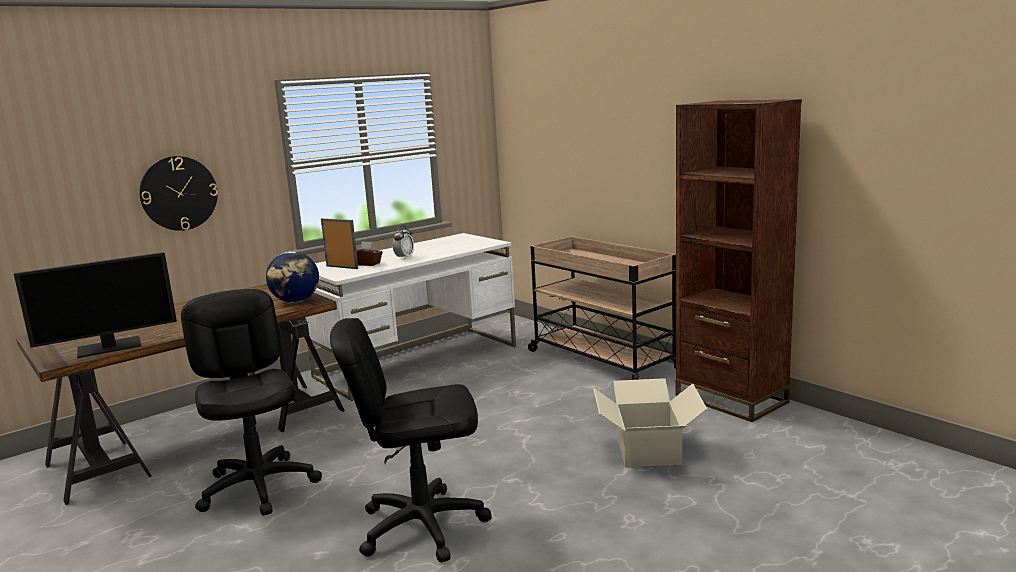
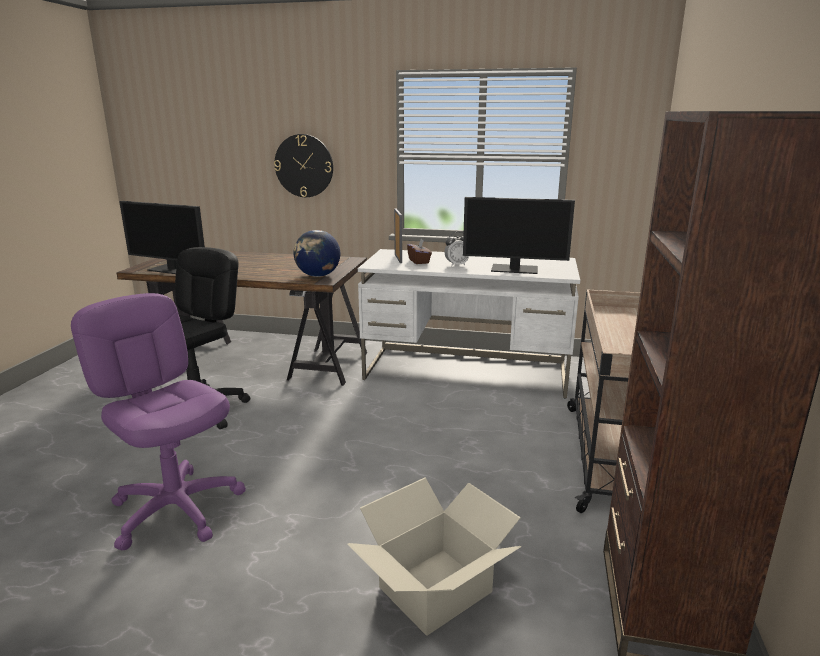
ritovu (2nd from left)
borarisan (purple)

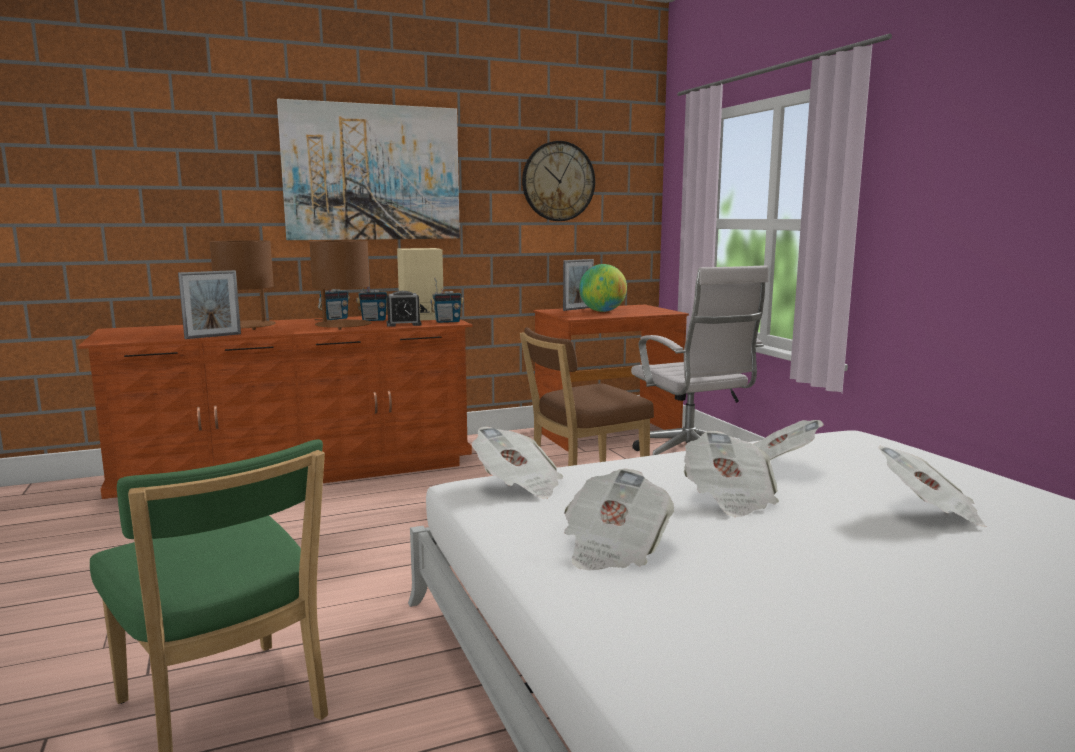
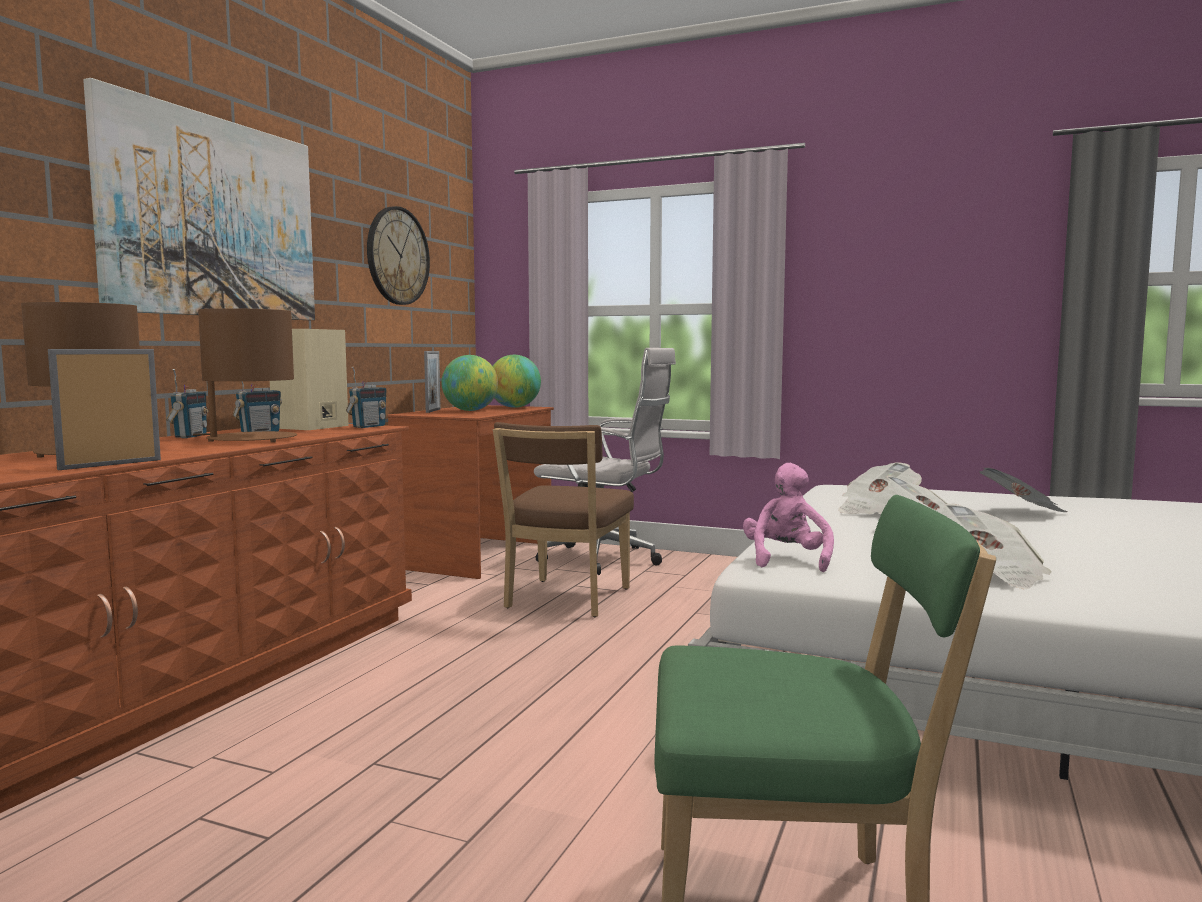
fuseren
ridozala (2nd from left)
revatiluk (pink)
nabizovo (1st from left)

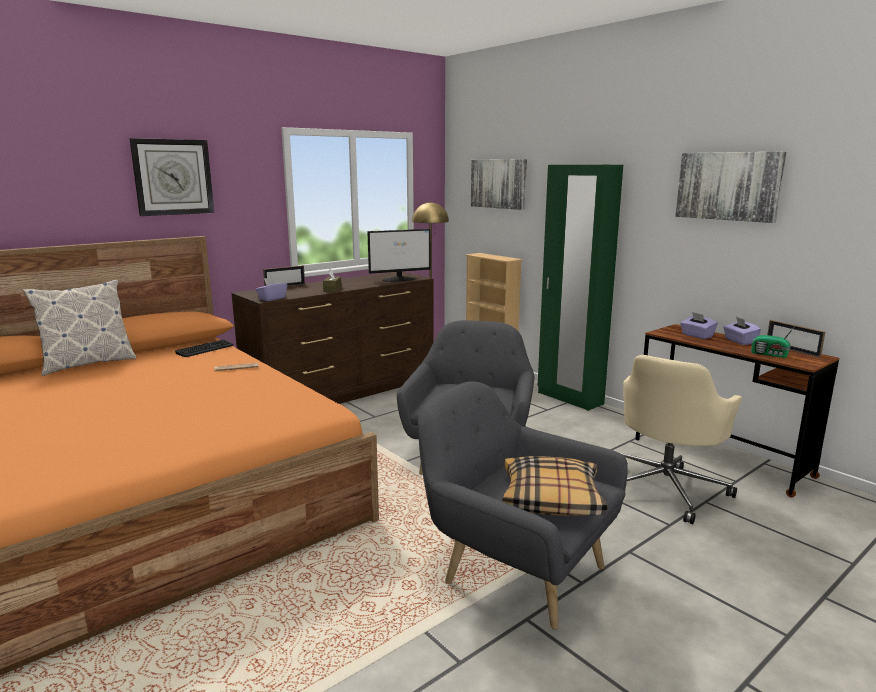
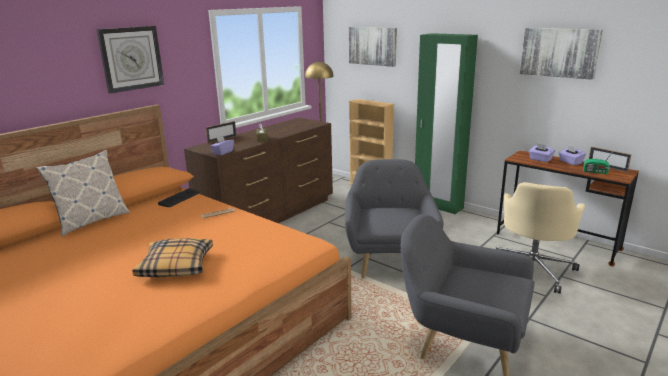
ritovu
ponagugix (2nd from left)

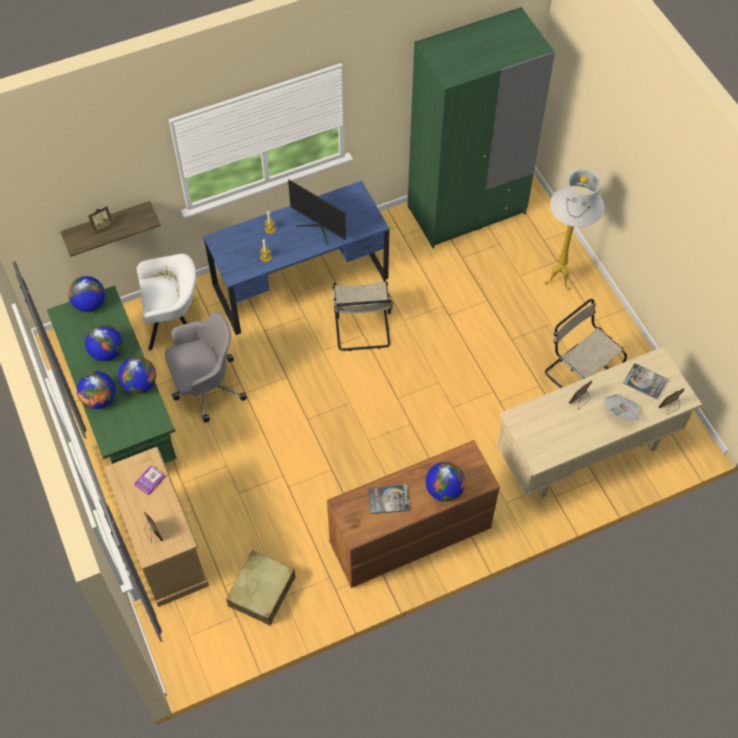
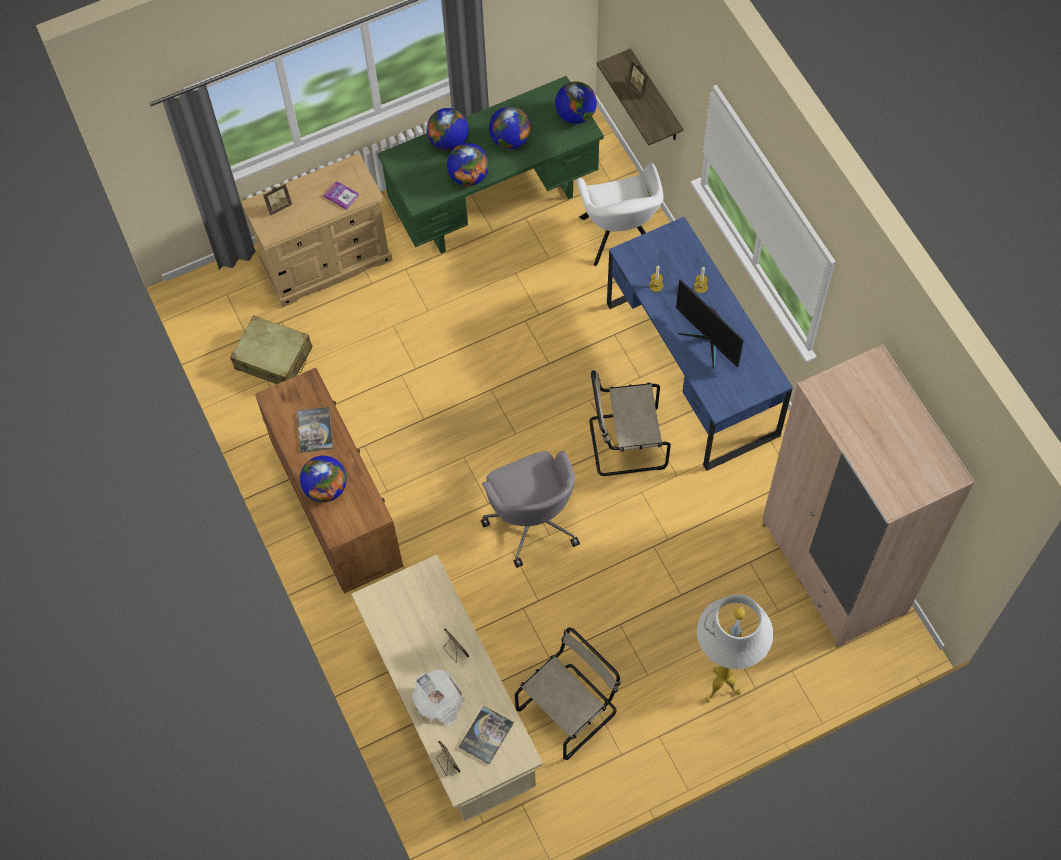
borarisan (grey)
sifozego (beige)
ritovu

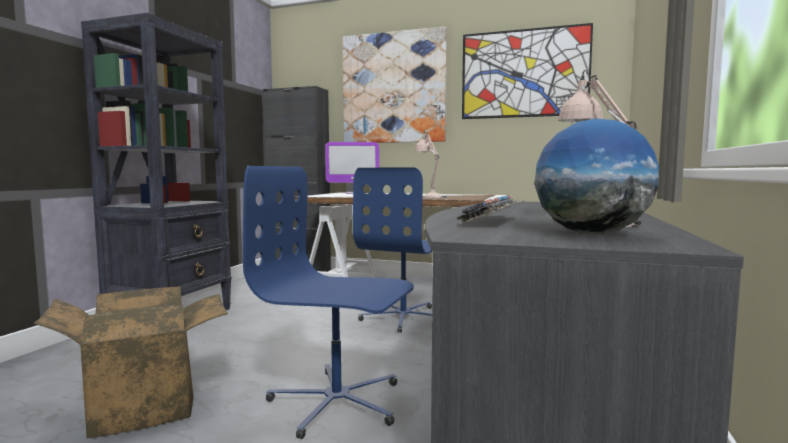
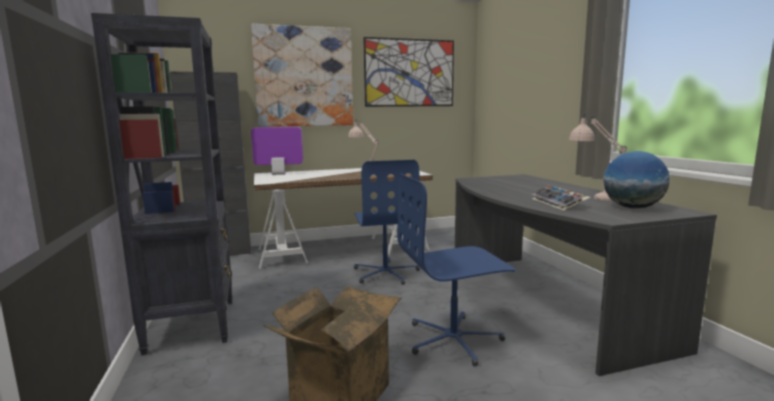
ritovu

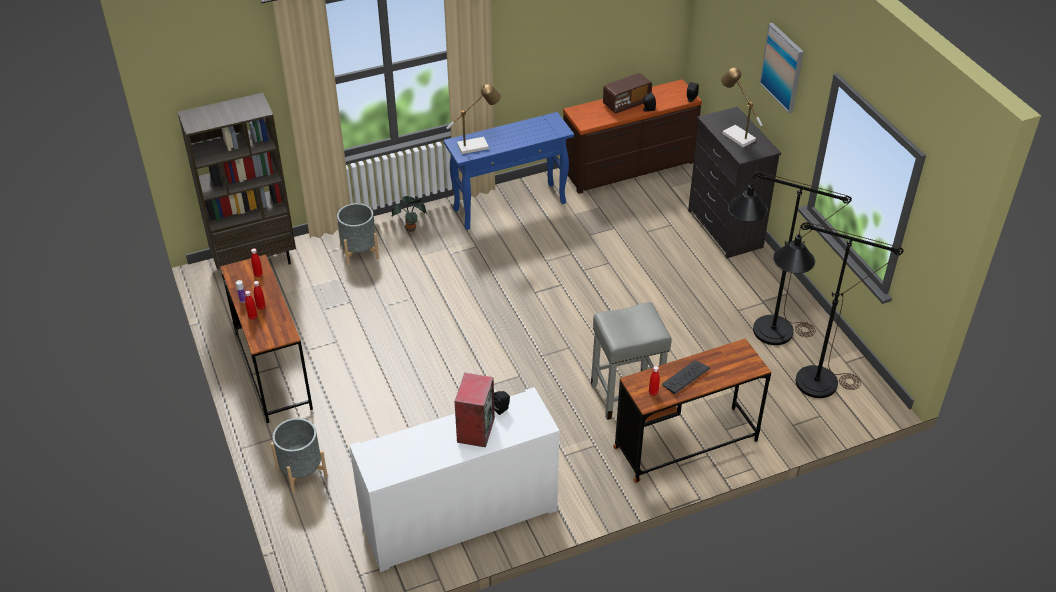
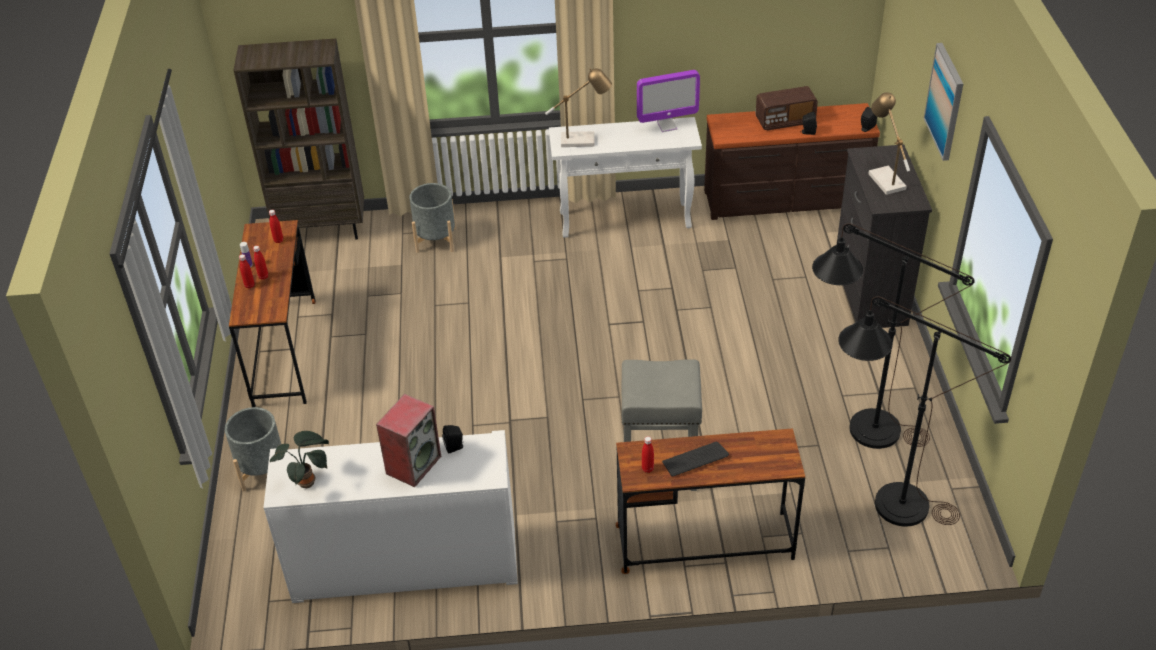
ritovu
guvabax
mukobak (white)

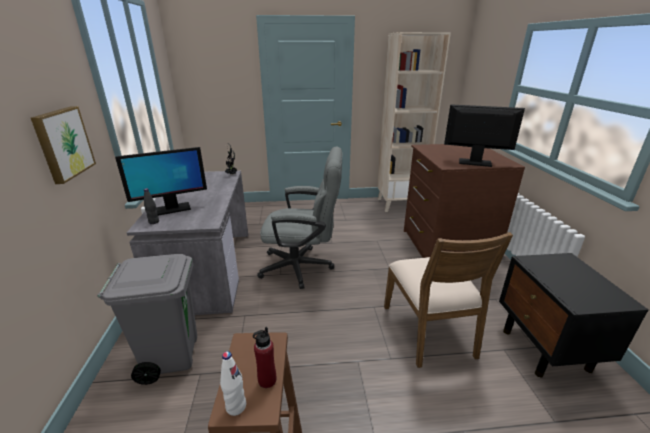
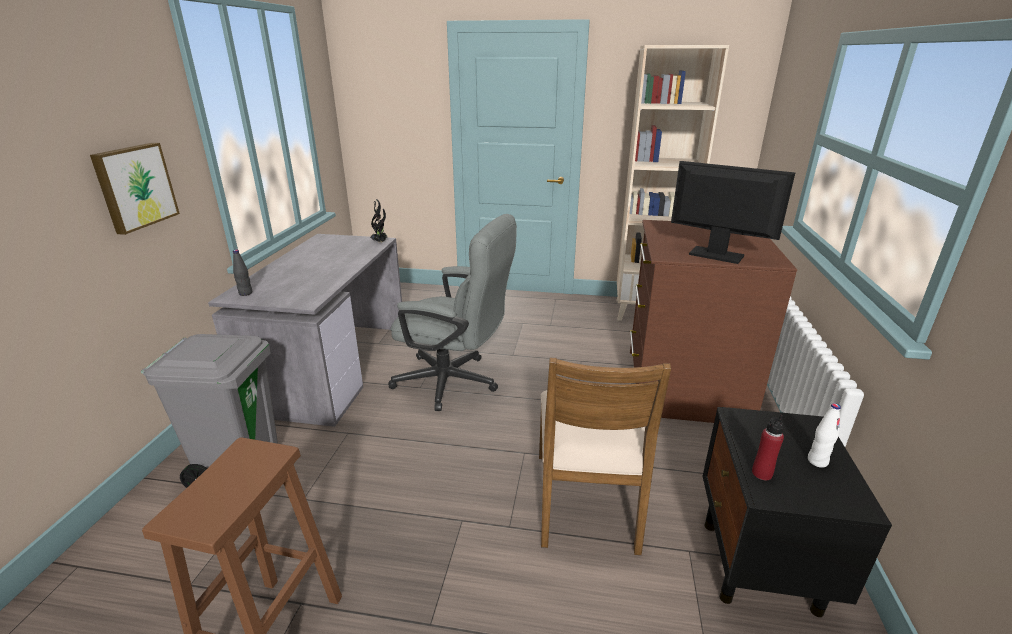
ritovu (1st from left in the first image)
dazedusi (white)
dazedusi (red)

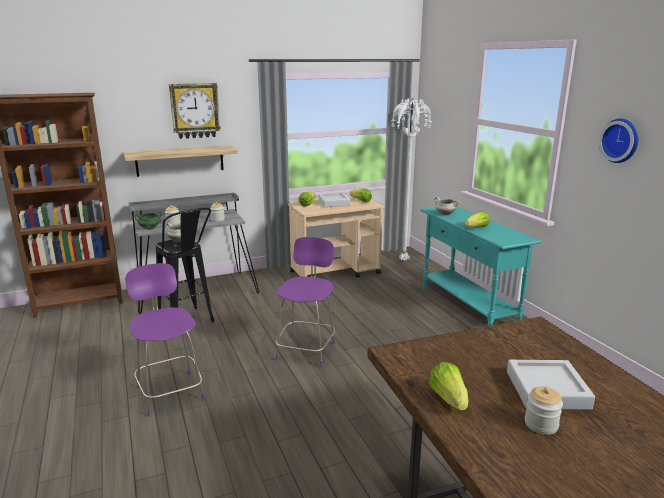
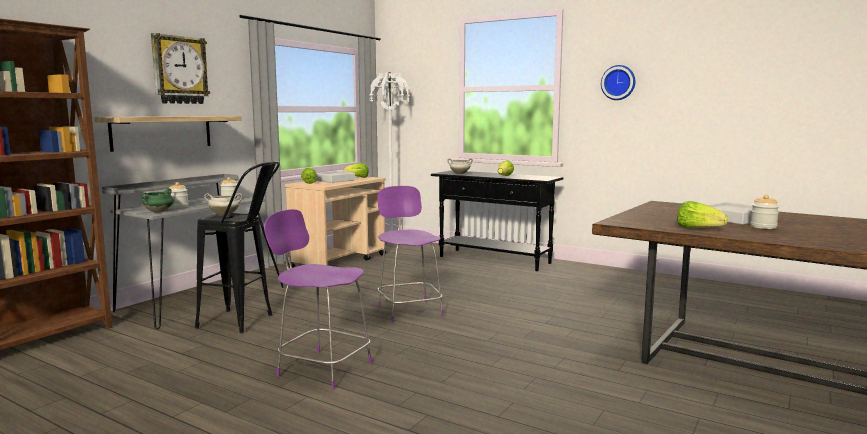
mukobak (black)

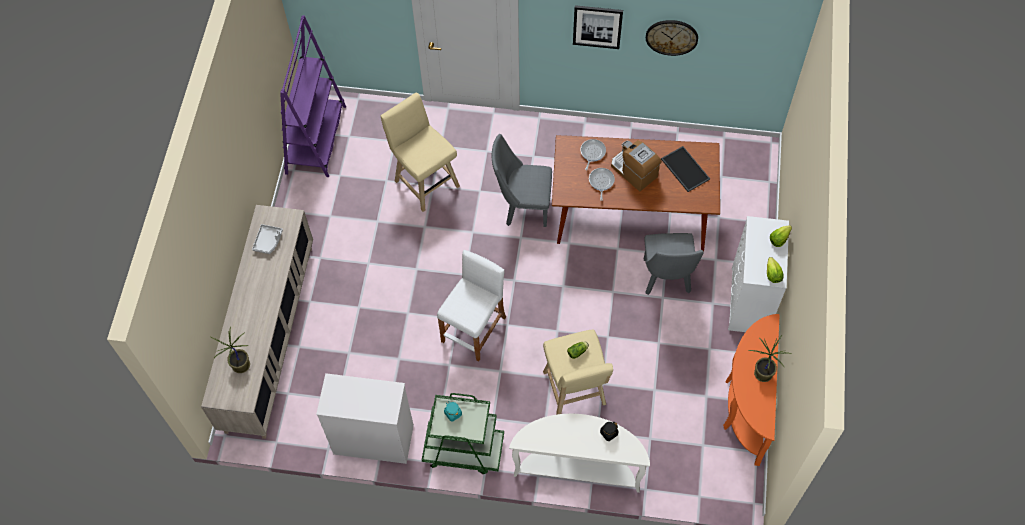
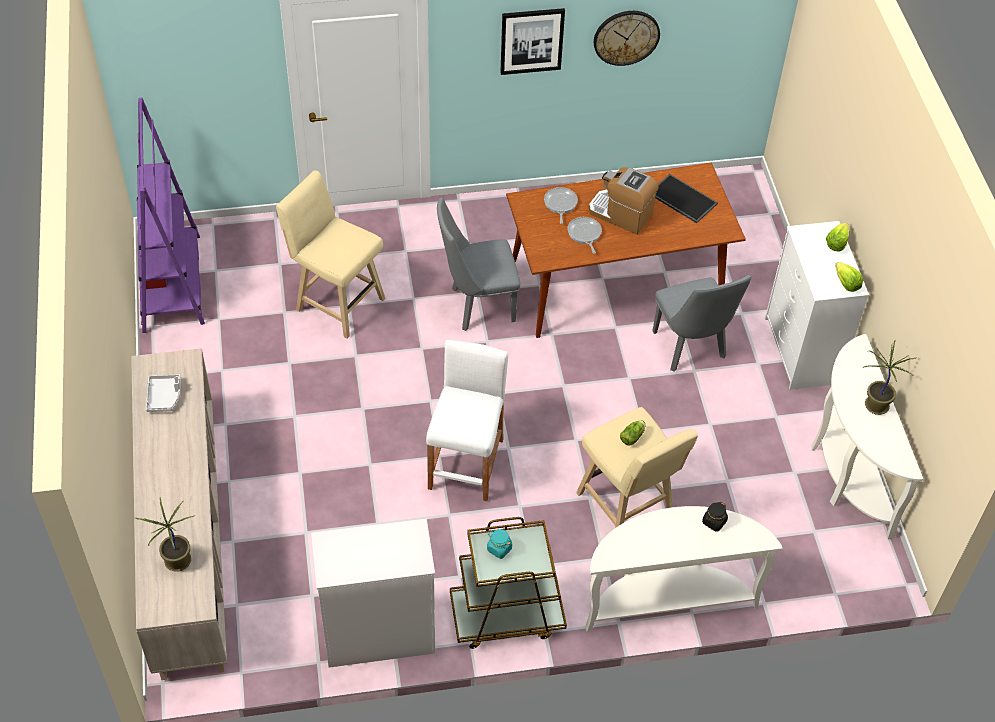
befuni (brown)
mukobak (white) (2nd from left)

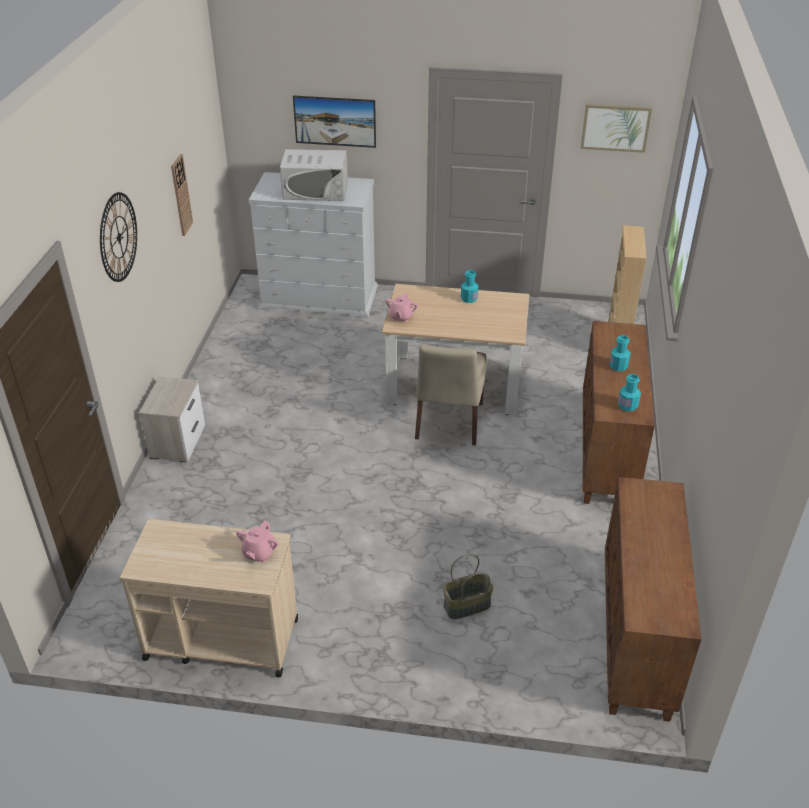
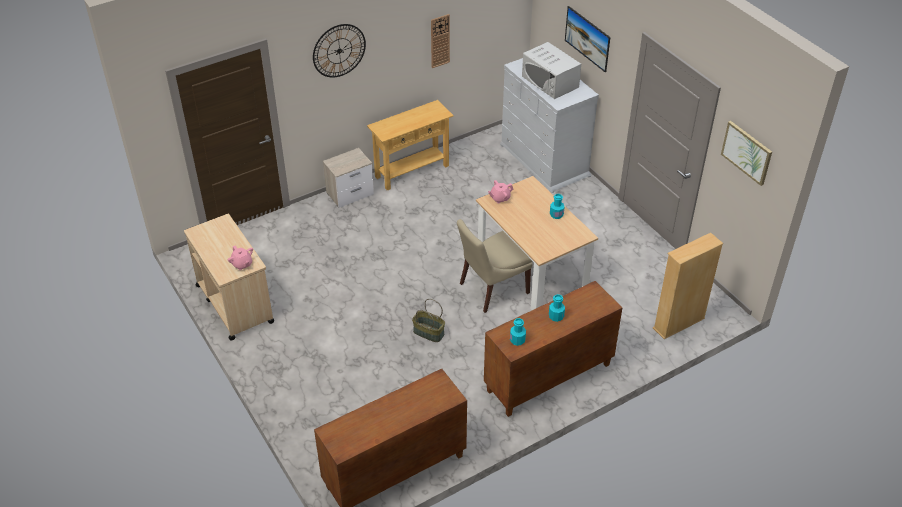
mukobak (beige)
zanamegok
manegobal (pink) (1st from left)

